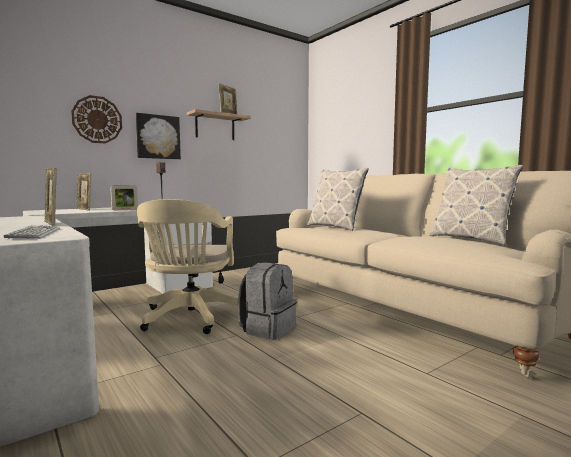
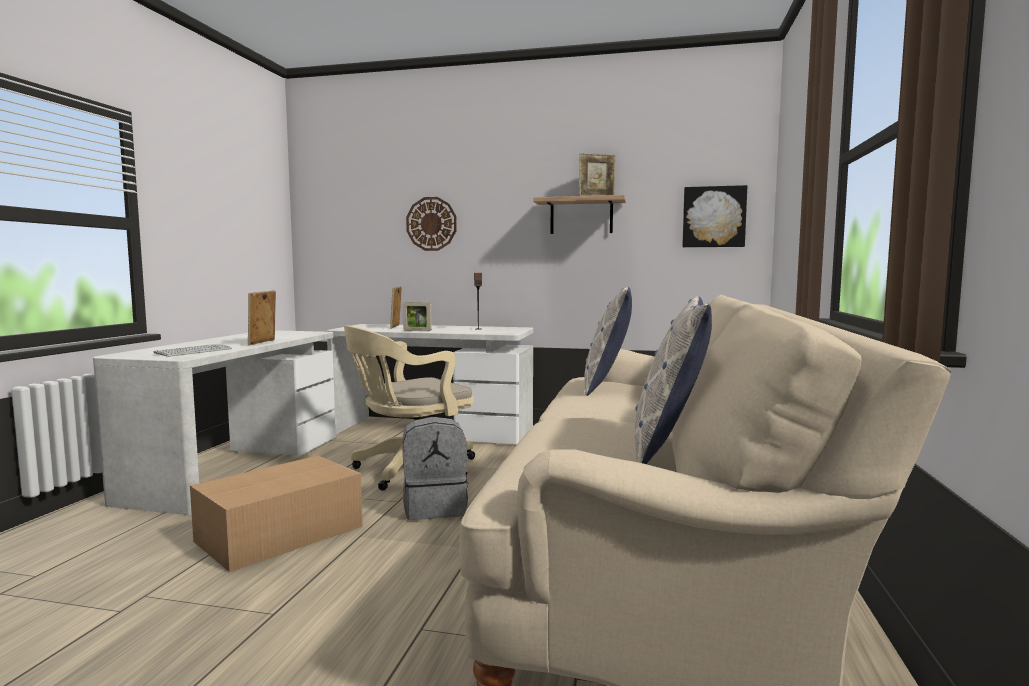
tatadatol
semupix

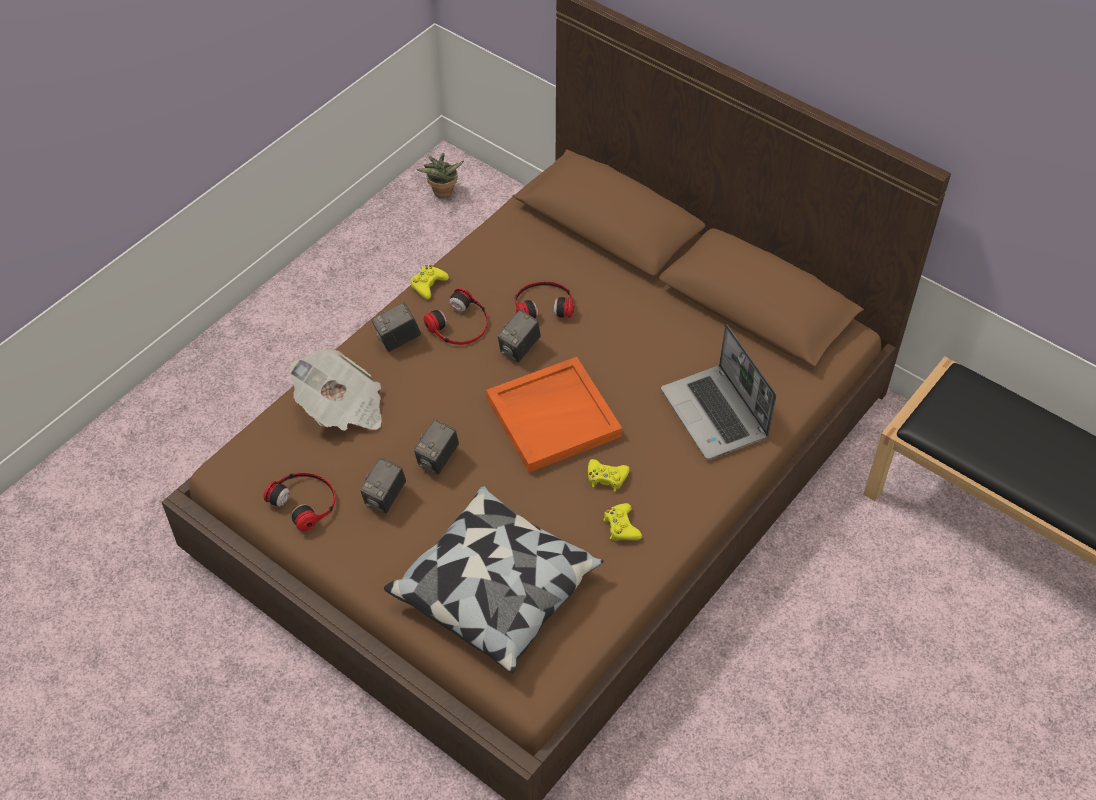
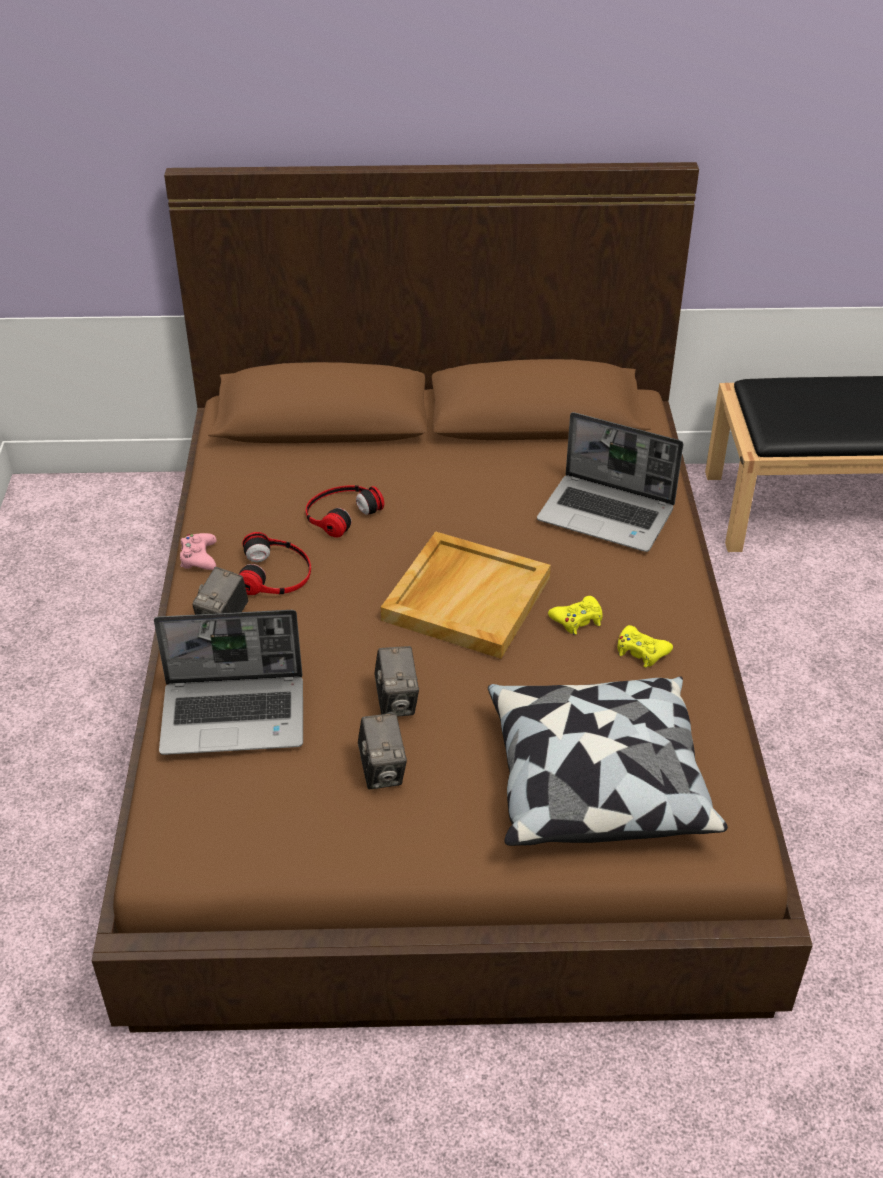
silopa (1st from left in the first image)
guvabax
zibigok (4th from left in the first image)
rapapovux (1st from left)
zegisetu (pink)
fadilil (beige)

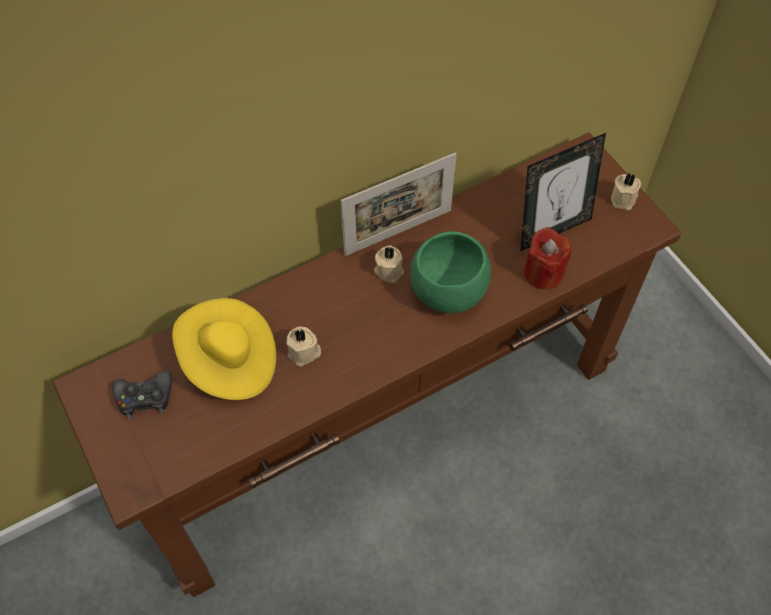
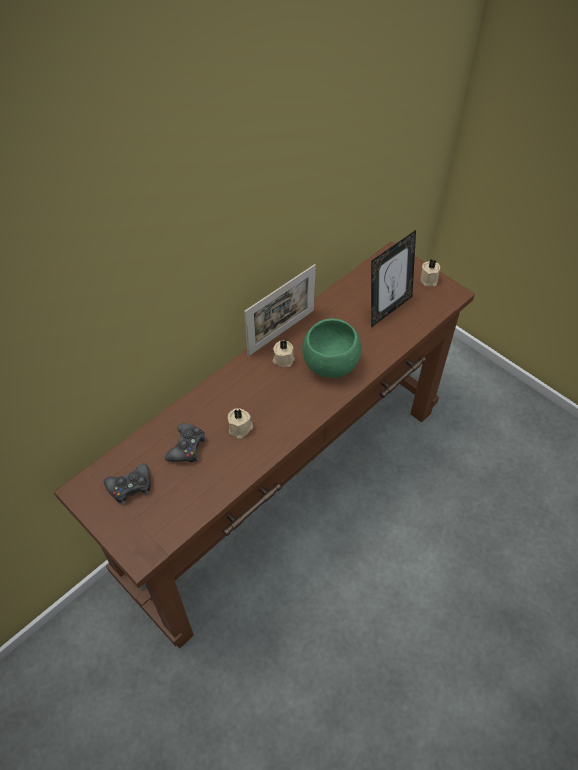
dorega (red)
zegisetu (black) (2nd from left)

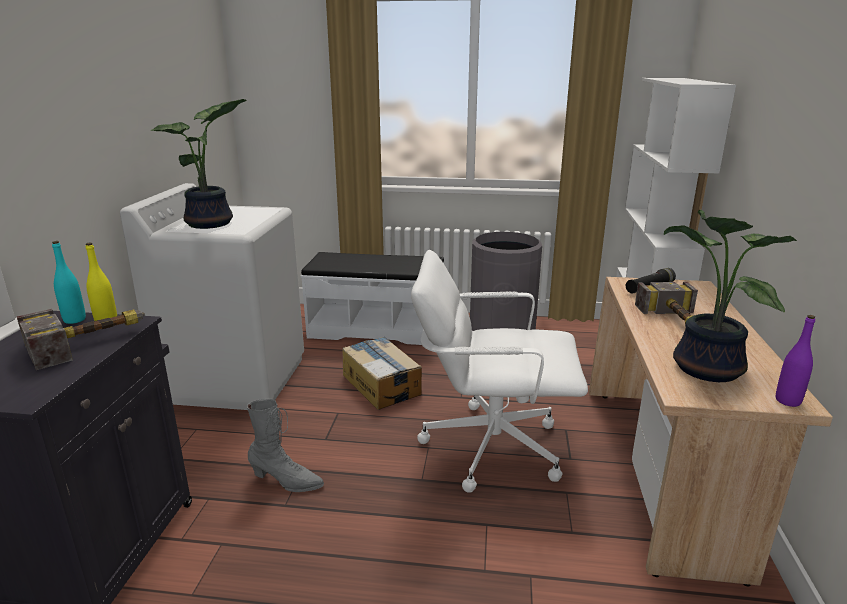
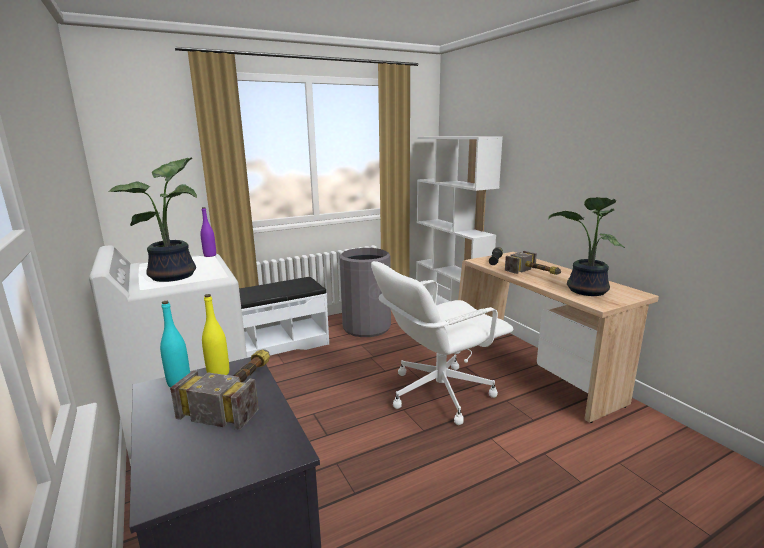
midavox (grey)
tatadatol
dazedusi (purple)

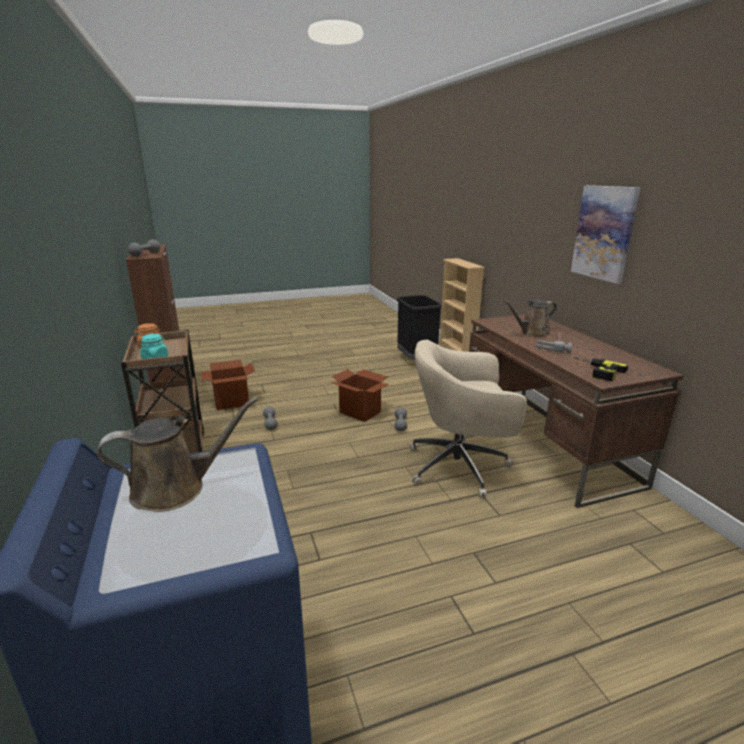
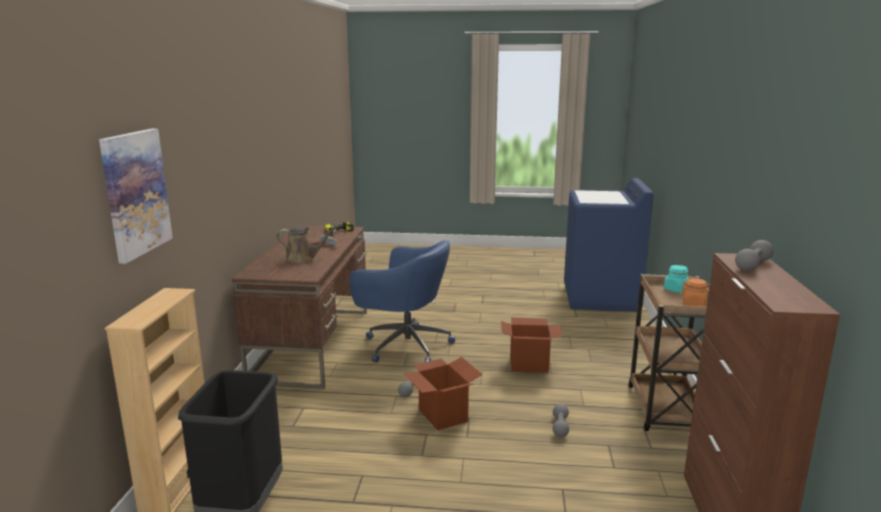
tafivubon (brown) (1st from left in the first image)
tatadatol (2nd from left)
semupix
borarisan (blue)

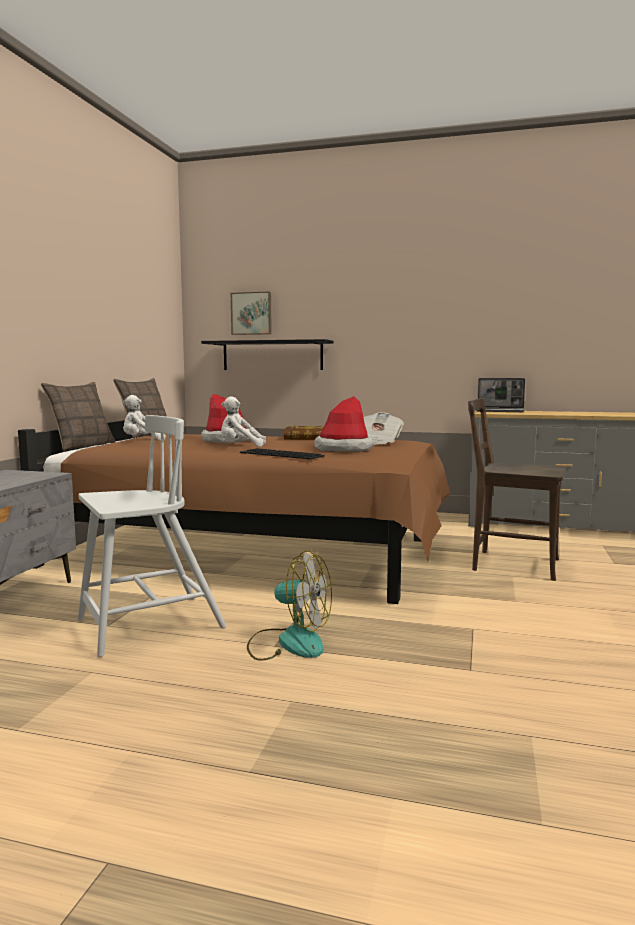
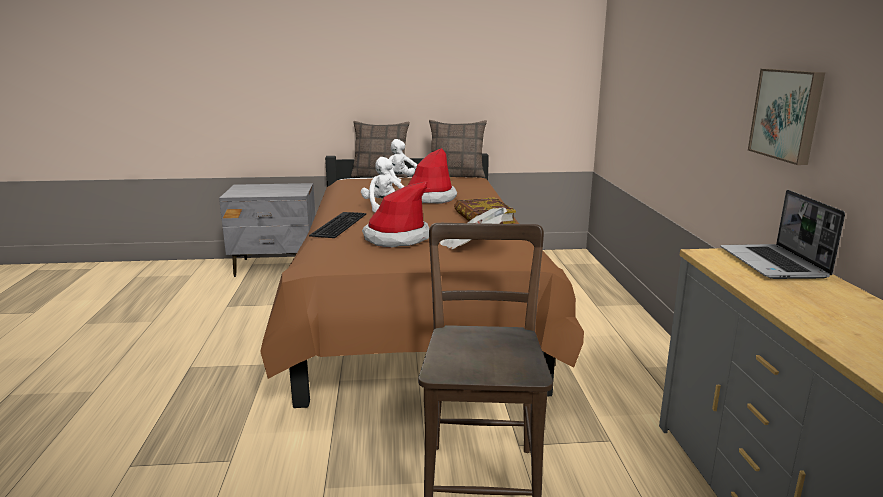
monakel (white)
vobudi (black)
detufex
semupix

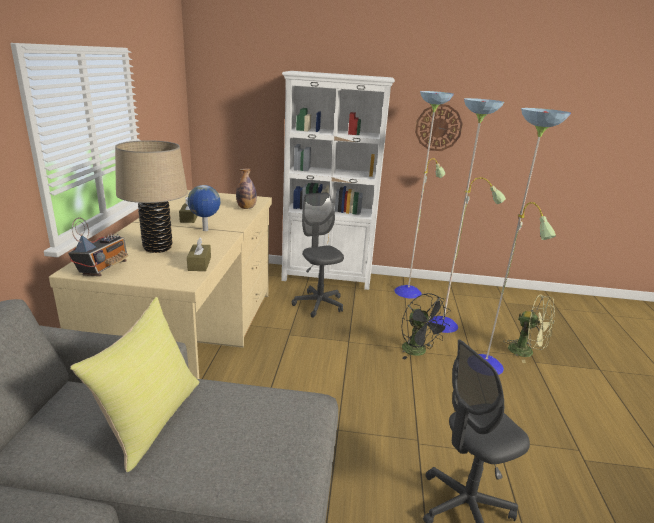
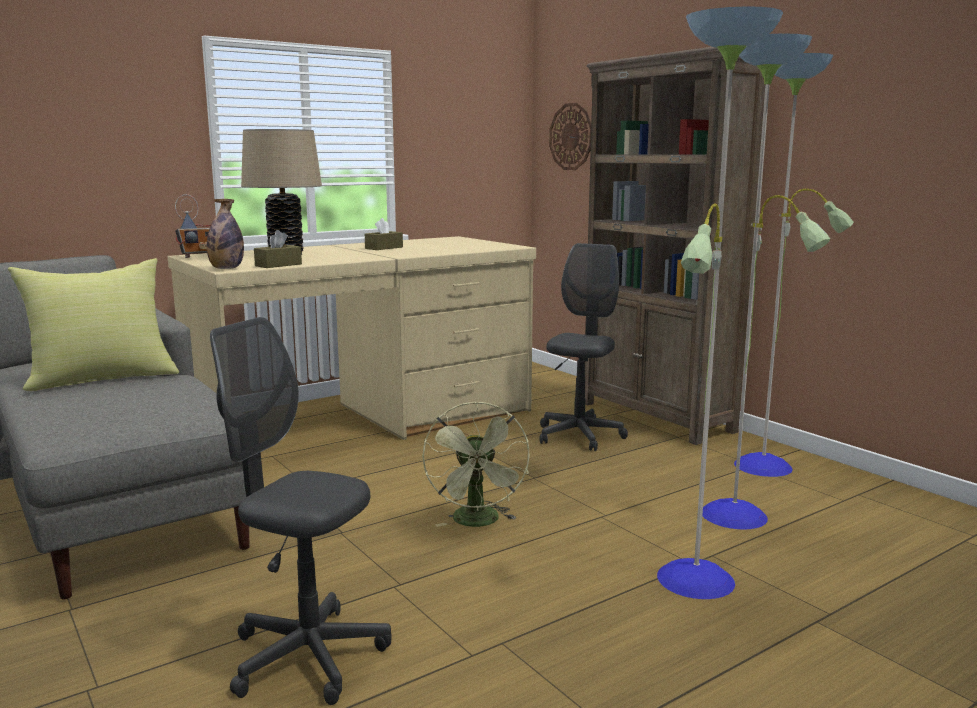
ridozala
detufex (black)
dazedusi
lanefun
detufex (green)
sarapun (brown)

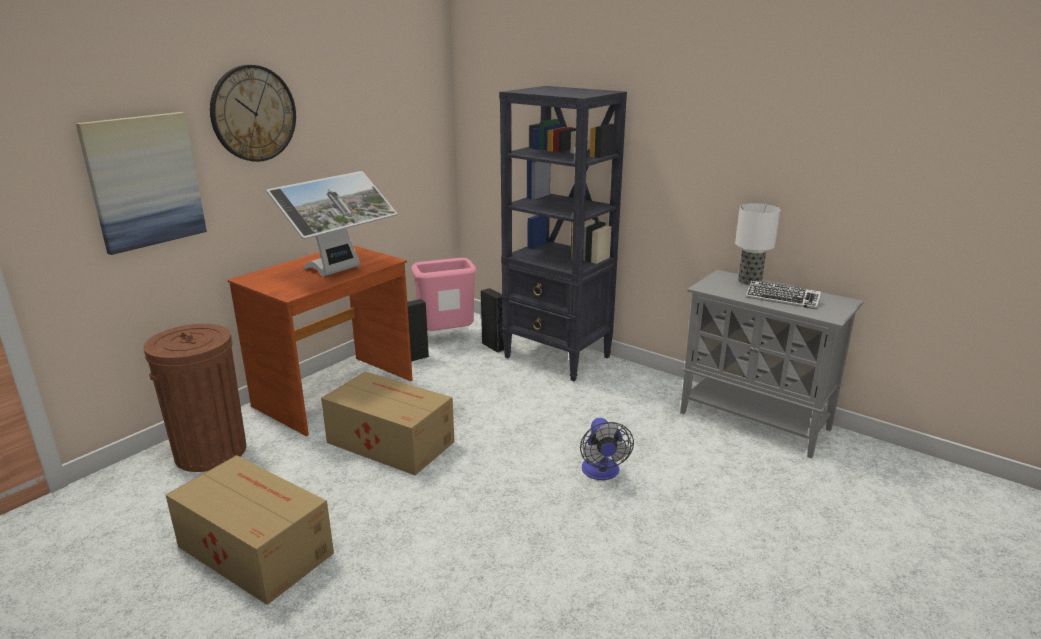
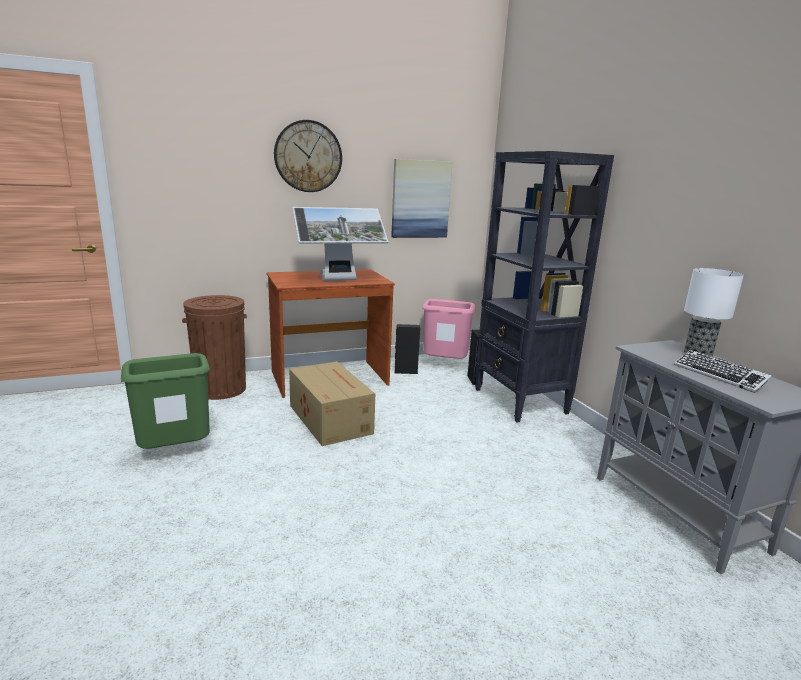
detufex
semupix
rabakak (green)

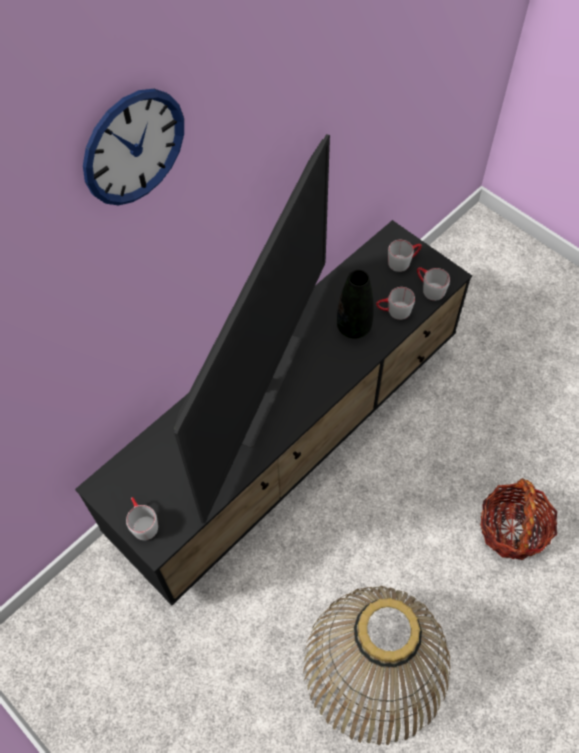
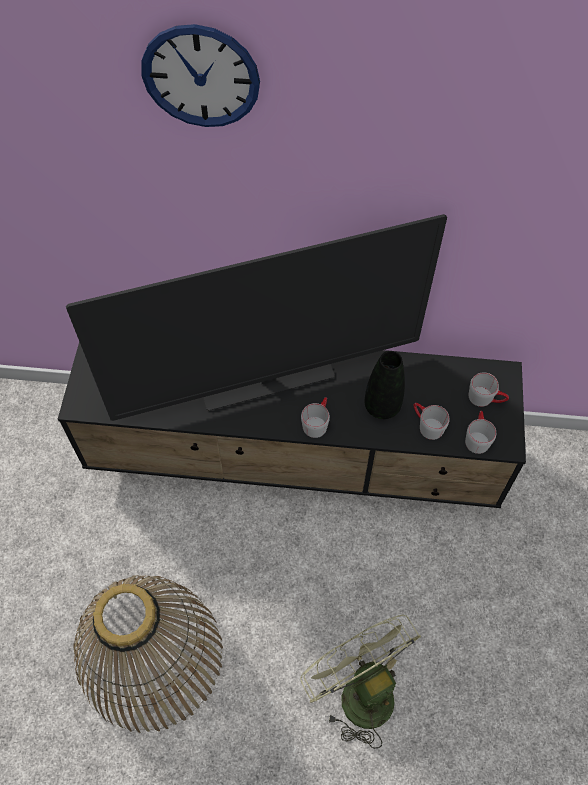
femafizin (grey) (1st from left)
detufex (green)

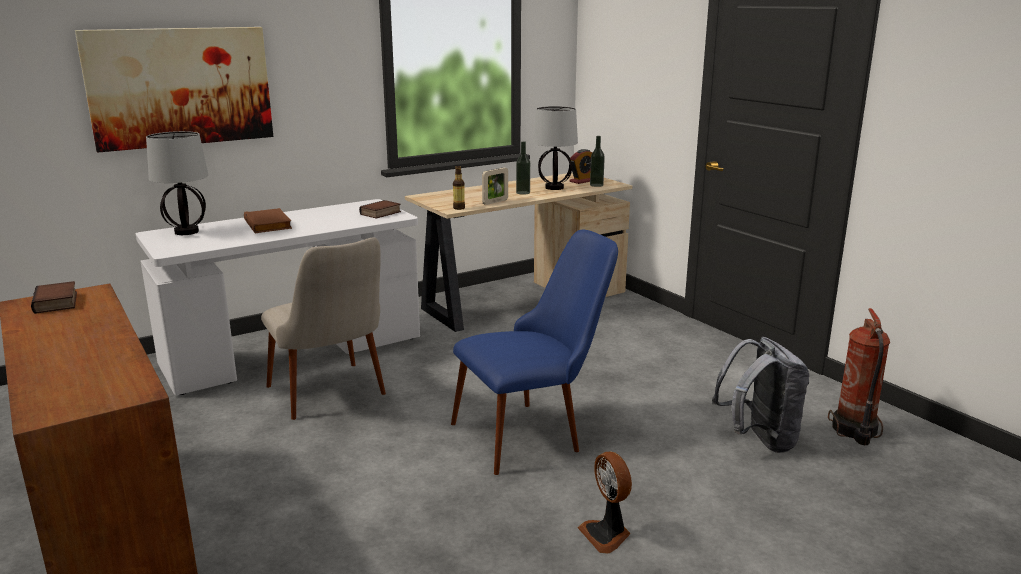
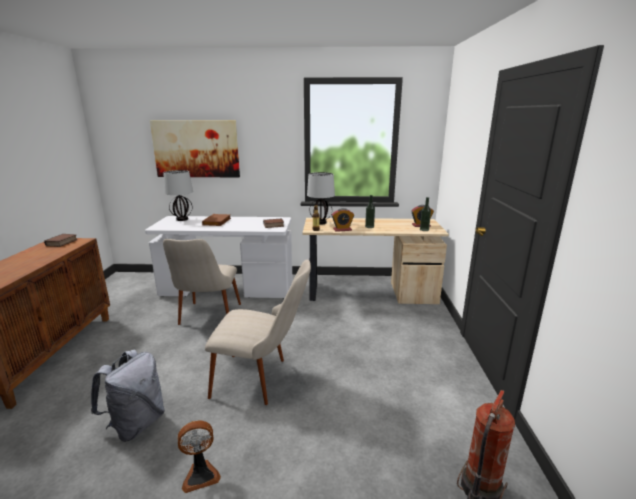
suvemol (2nd from left)
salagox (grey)
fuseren (1st from left)
monakel (beige) (2nd from left)
detufex

